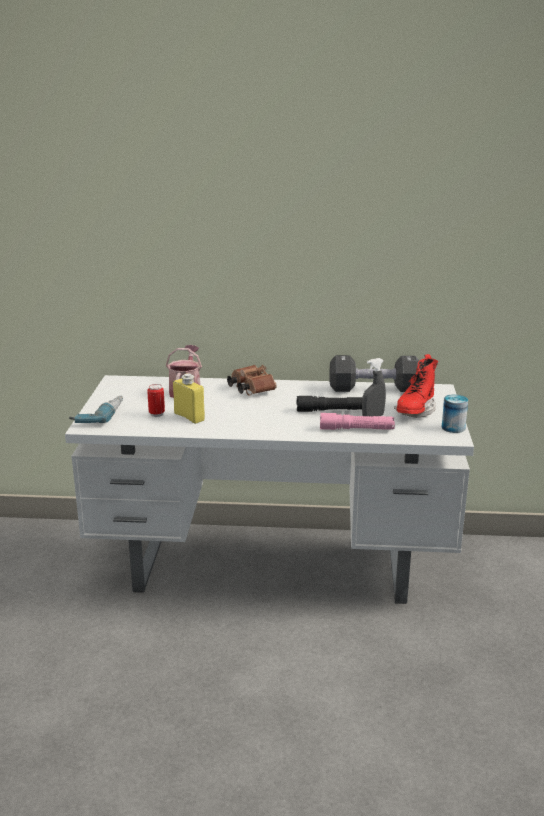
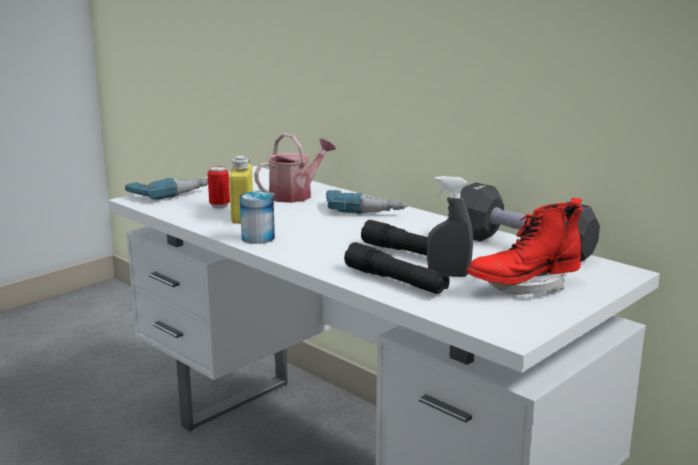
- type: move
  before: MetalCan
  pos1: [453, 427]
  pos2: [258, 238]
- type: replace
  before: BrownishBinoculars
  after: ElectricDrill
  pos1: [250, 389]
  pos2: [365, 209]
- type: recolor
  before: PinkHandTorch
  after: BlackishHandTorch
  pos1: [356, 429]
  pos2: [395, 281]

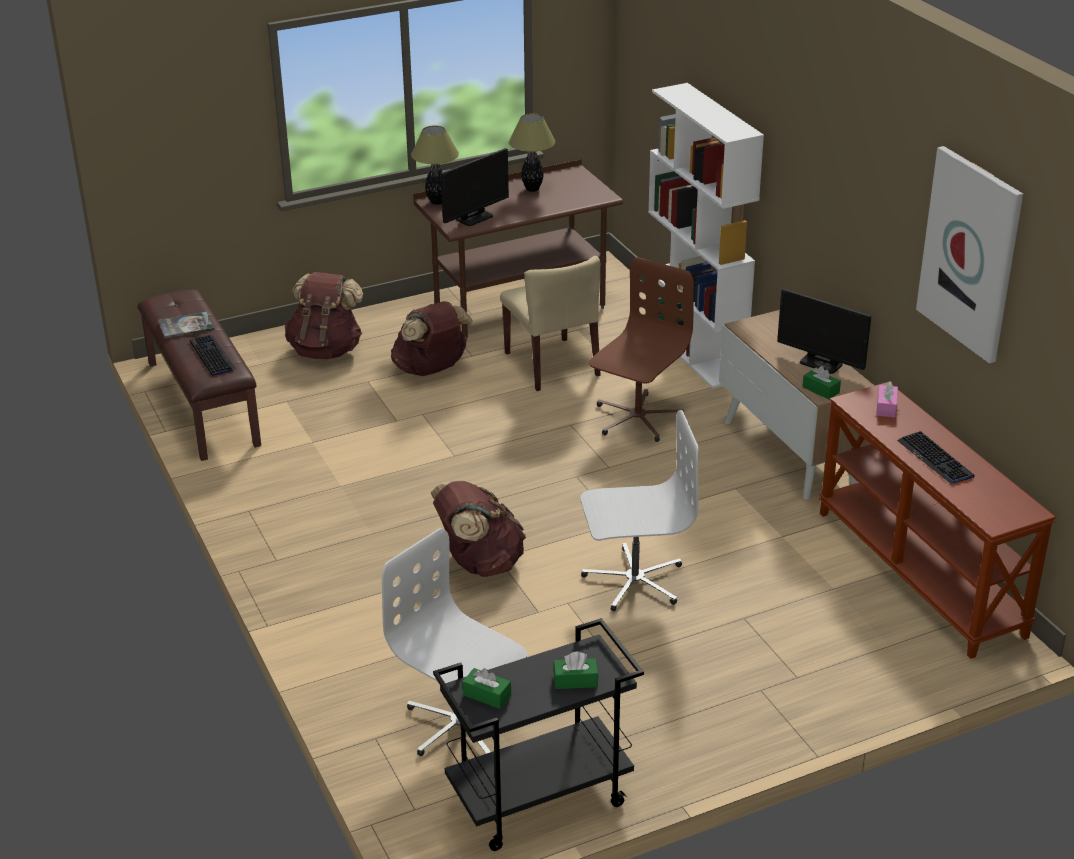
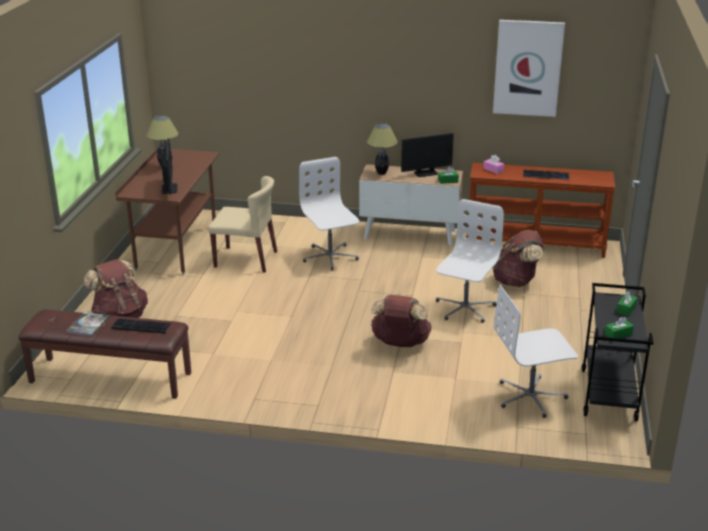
- type: delete
  before: WhiteColouredBookcase
  pos1: [695, 351]
- type: move
  before: BrownishRucksack
  pos1: [431, 370]
  pos2: [516, 281]
- type: move
  before: TableLamp
  pos1: [437, 202]
  pos2: [381, 173]
- type: recolor
  before: BrownishOfficeChair
  after: WhiteColouredOfficeChair
  pos1: [636, 418]
  pos2: [330, 257]

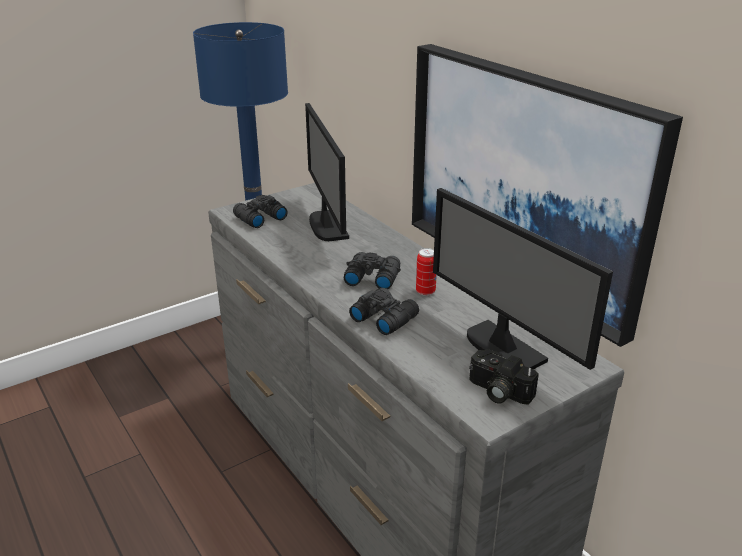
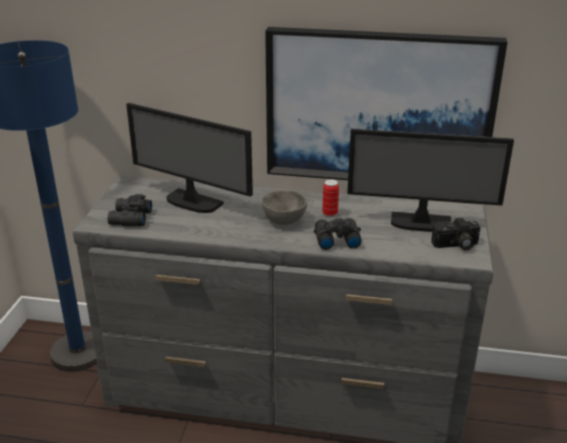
- type: replace
  before: BlackishBinoculars
  after: GreyishBowl
  pos1: [371, 277]
  pos2: [284, 220]

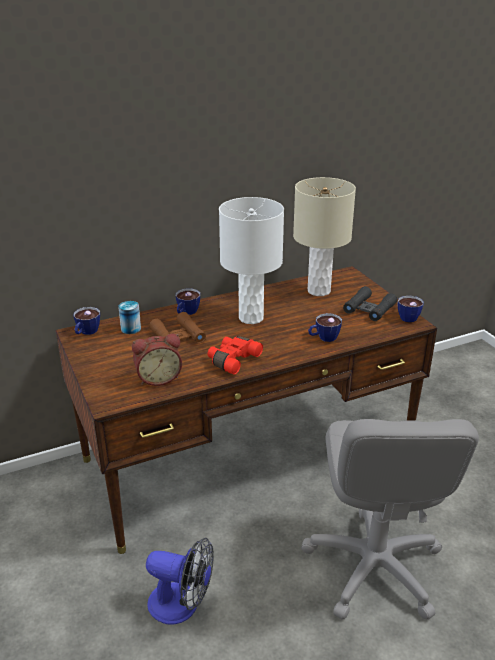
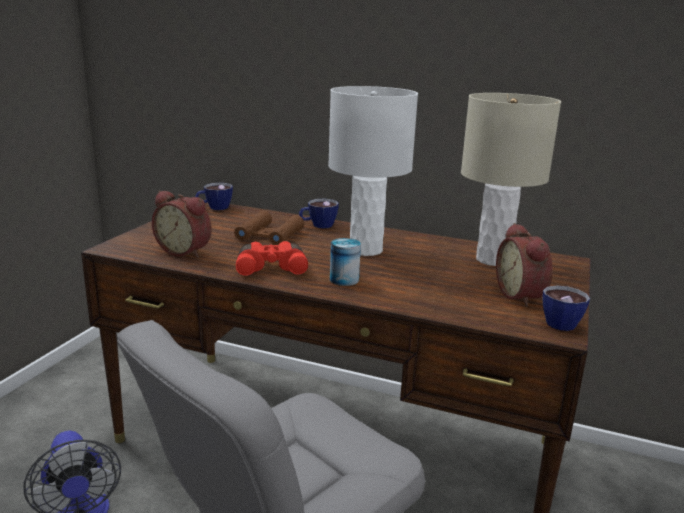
- type: delete
  before: SmallCup
  pos1: [323, 338]
- type: move
  before: MetalCan
  pos1: [131, 328]
  pos2: [344, 279]
- type: replace
  before: BlackishBinoculars
  after: AlarmClock
  pos1: [369, 309]
  pos2: [522, 295]

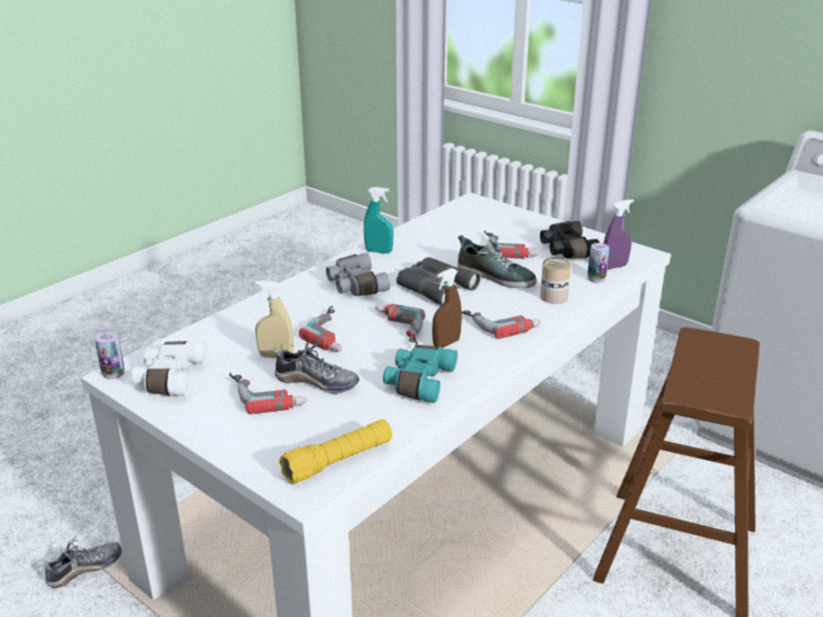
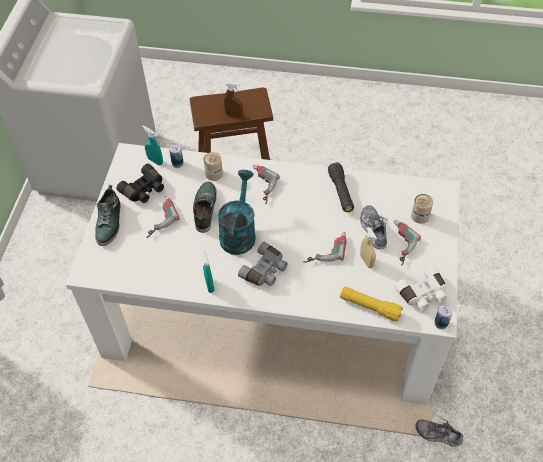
- type: delete
  before: ElectricDrill
  pos1: [396, 330]
- type: insert
  after: Shoe
  pos2: [109, 222]
- type: insert
  after: MetalCan
  pos2: [420, 216]
- type: move
  before: YellowishHandTorch
  pos1: [338, 461]
  pos2: [370, 307]
- type: move
  before: BrownishSprayBottle
  pos1: [446, 343]
  pos2: [234, 115]
- type: replace
  before: BlueGreenBinoculars
  after: BlackishHandTorch
  pos1: [418, 382]
  pos2: [341, 192]
- type: replace
  before: GreyishBinoculars
  after: BlueGreenWateringPot
  pos1: [433, 286]
  pos2: [238, 232]
- type: recolor
  before: PurpleColouredSprayBottle
  after: BlueGreenSprayBottle
  pos1: [614, 266]
  pos2: [155, 161]

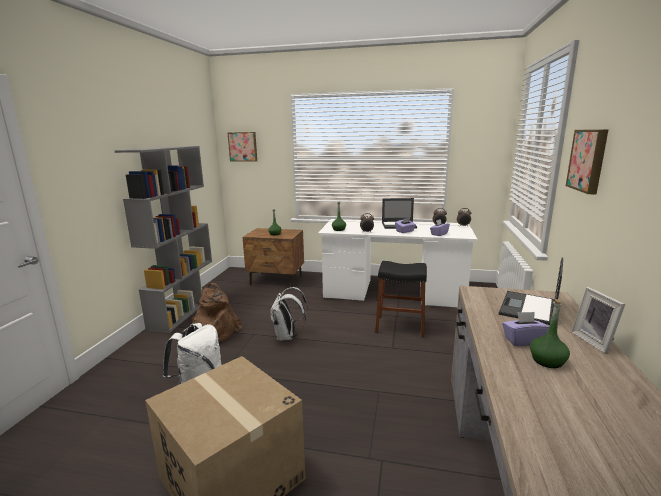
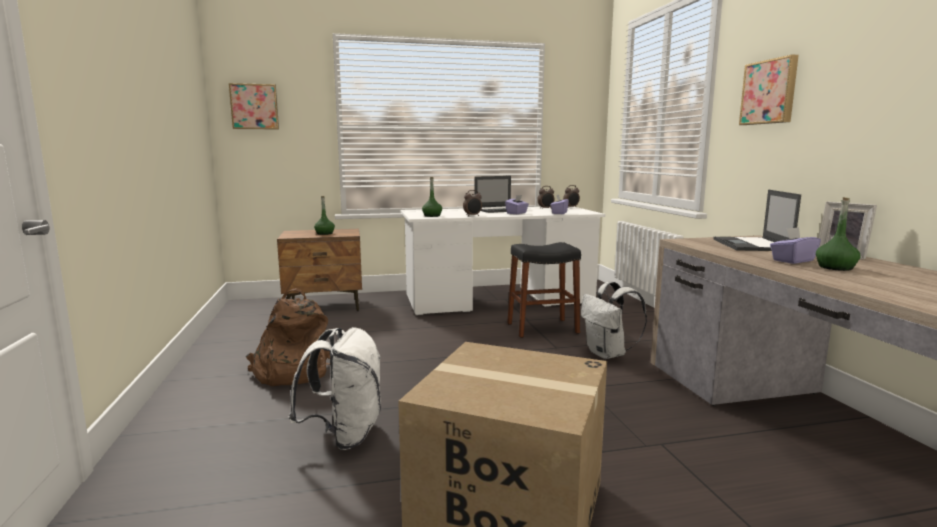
- type: delete
  before: GreyishBookcase
  pos1: [183, 310]
- type: move
  before: WhiteColouredRucksack
  pos1: [287, 336]
  pos2: [608, 354]

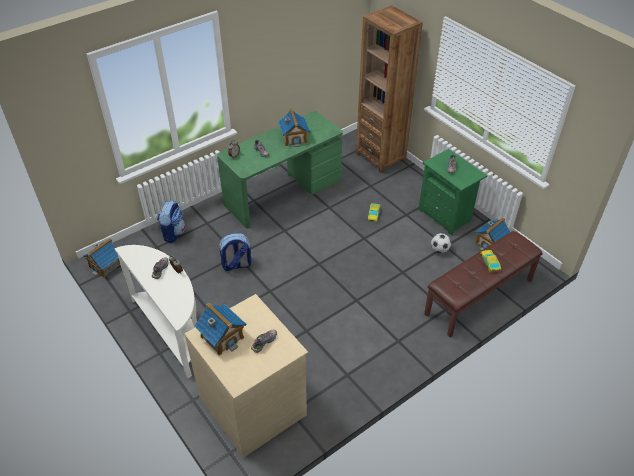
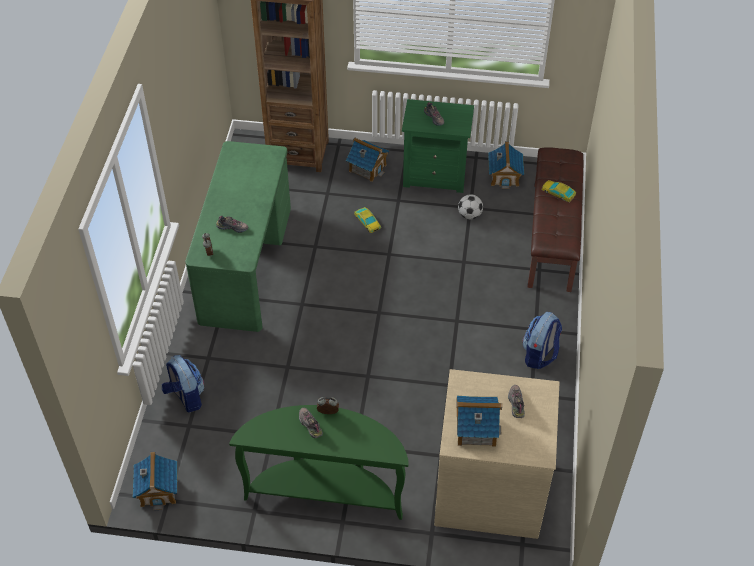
- type: move
  before: Rucksack
  pos1: [236, 265]
  pos2: [539, 355]
- type: move
  before: ModelHouse
  pos1: [294, 137]
  pos2: [367, 168]
- type: recolor
  before: WhiteColouredNarrowTable
  after: GreenishNarrowTable
  pos1: [173, 330]
  pos2: [326, 490]

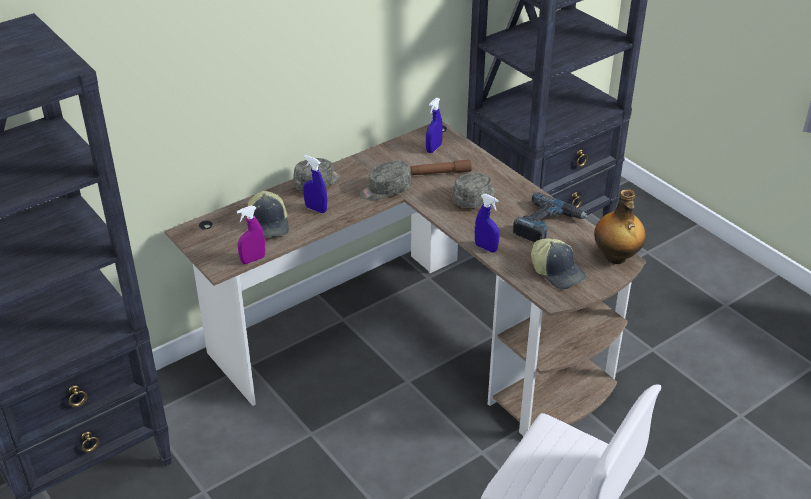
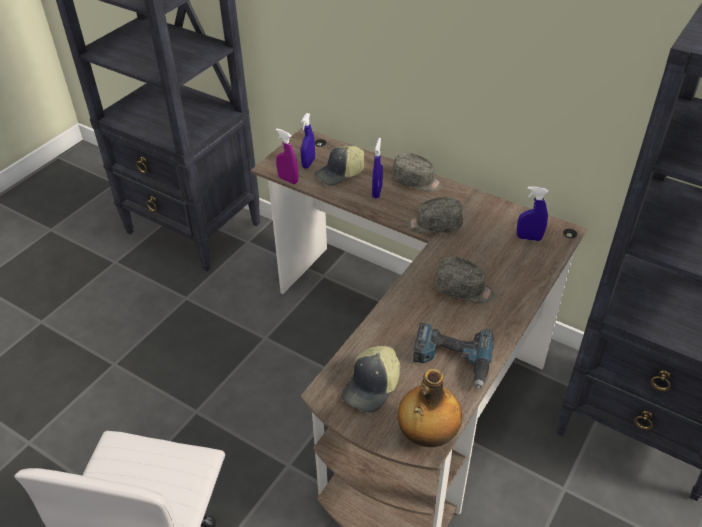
- type: delete
  before: BrownishHandTorch
  pos1: [440, 173]
- type: move
  before: BluishSprayBottle
  pos1: [486, 248]
  pos2: [308, 163]
- type: rotate
  before: GreyishPeakedCap
  pos1: [385, 190]
  pos2: [434, 225]
  turn: -45

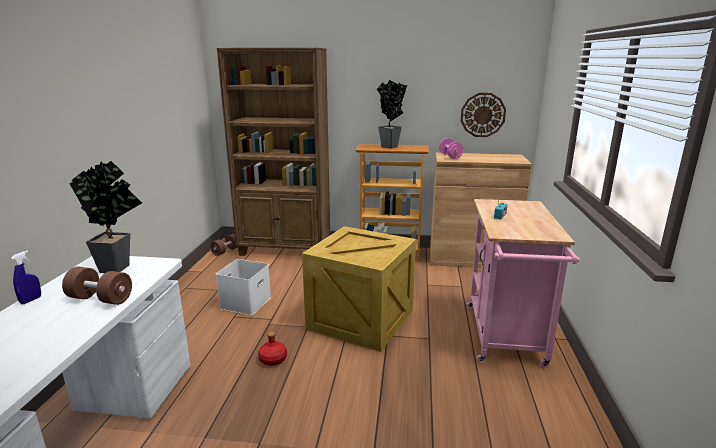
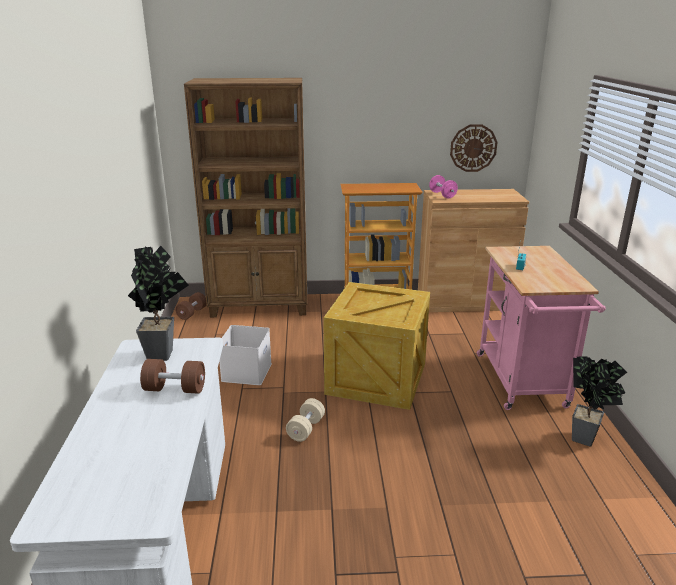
- type: delete
  before: BluishSprayBottle
  pos1: [31, 300]
- type: move
  before: PottedPlant
  pos1: [390, 147]
  pos2: [586, 441]
- type: replace
  before: RedColouredBeverageBottle
  after: BeigeFreeWeight
  pos1: [273, 359]
  pos2: [306, 429]

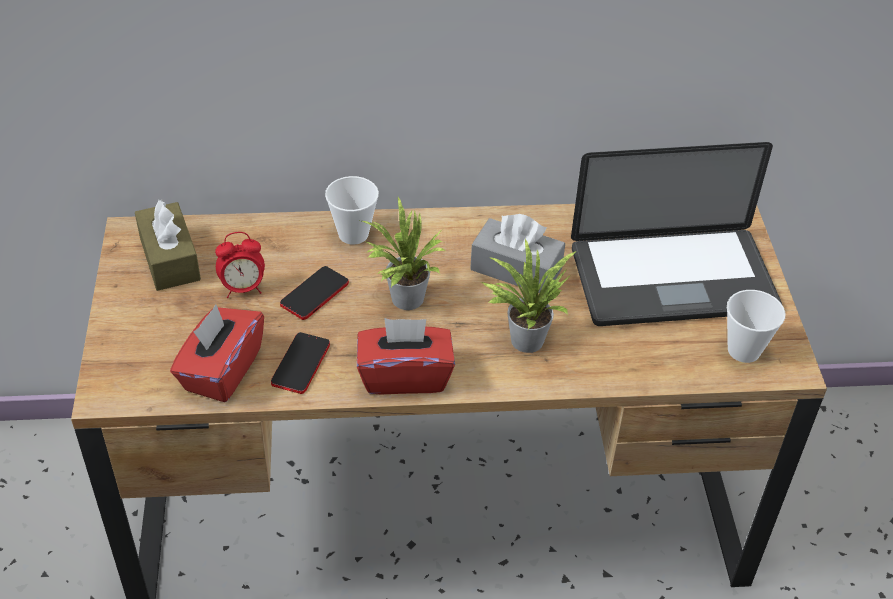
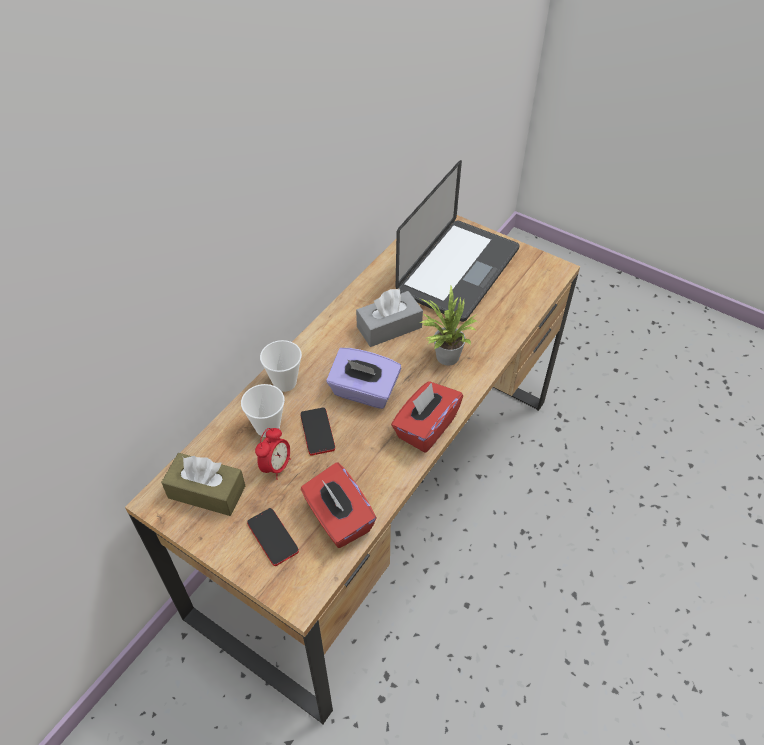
- type: move
  before: Phone
  pos1: [301, 364]
  pos2: [273, 537]
- type: move
  before: SmallCup
  pos1: [743, 350]
  pos2: [267, 427]
- type: replace
  before: PottedPlant
  after: PurpleColouredBoxOfTissues
  pos1: [403, 299]
  pos2: [364, 392]

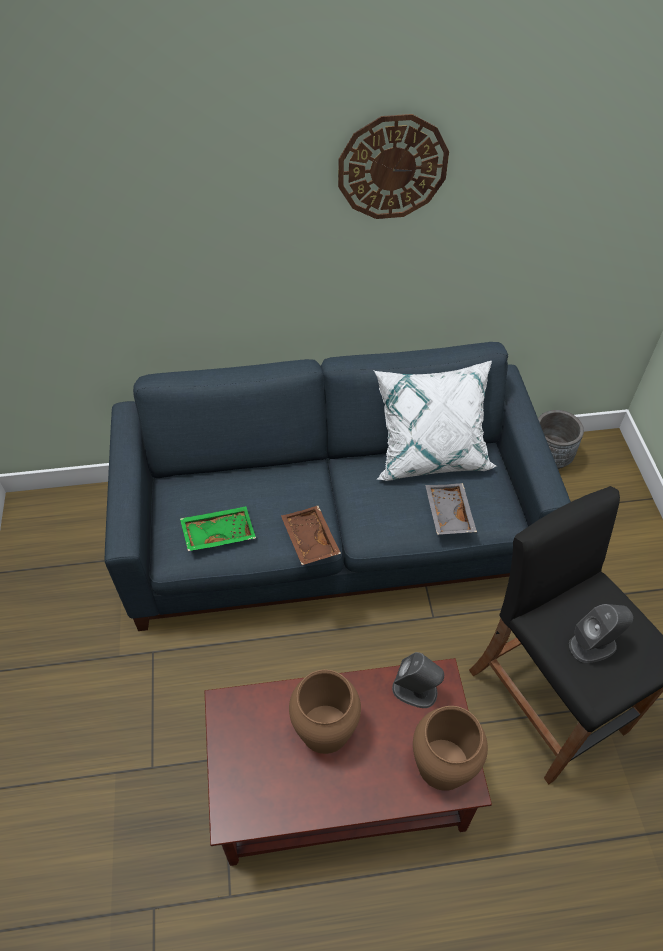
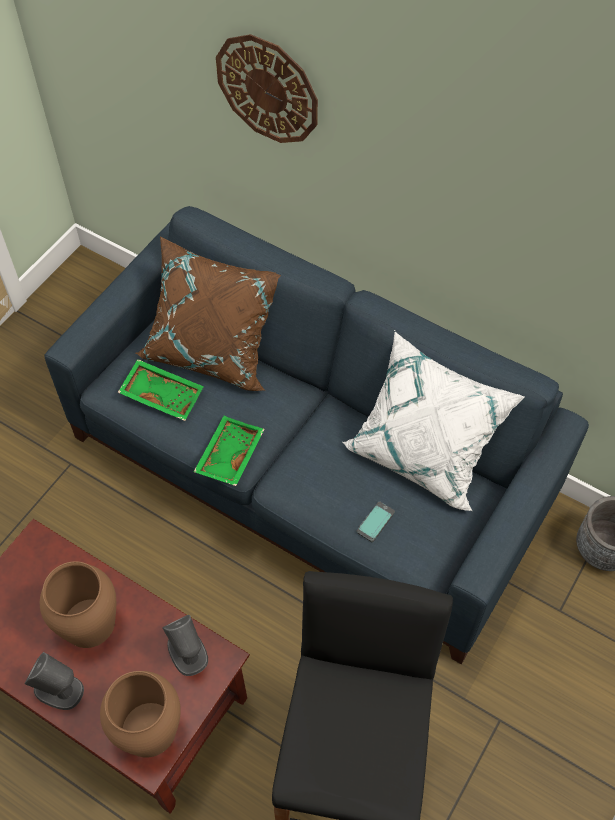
- type: insert
  after: BrownishCushion
  pos2: [214, 349]
- type: move
  before: HangingClock
  pos1: [392, 167]
  pos2: [267, 89]
- type: move
  before: GreyishLoudspeaker
  pos1: [593, 645]
  pos2: [59, 690]
- type: replace
  before: GreyishTray
  after: Phone
  pos1: [447, 514]
  pos2: [375, 522]
- type: recolor
  before: BrownishTray
  after: GreenishTray
  pos1: [309, 540]
  pos2: [228, 455]

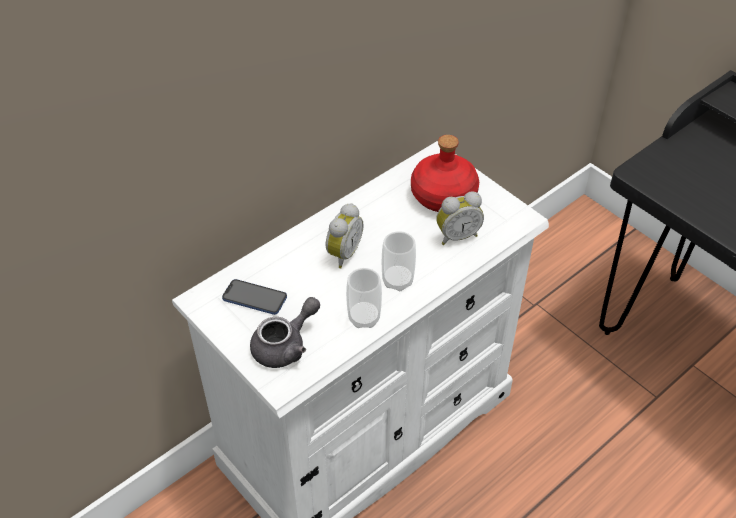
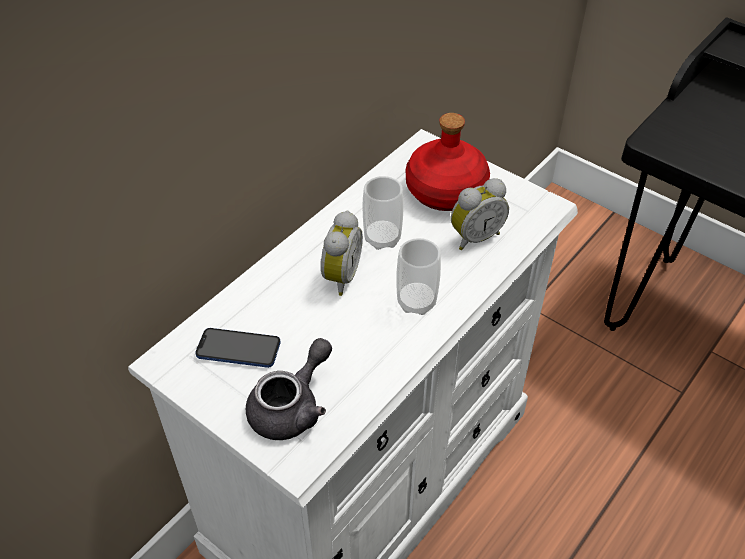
- type: move
  before: SmallCup
  pos1: [364, 318]
  pos2: [382, 238]

